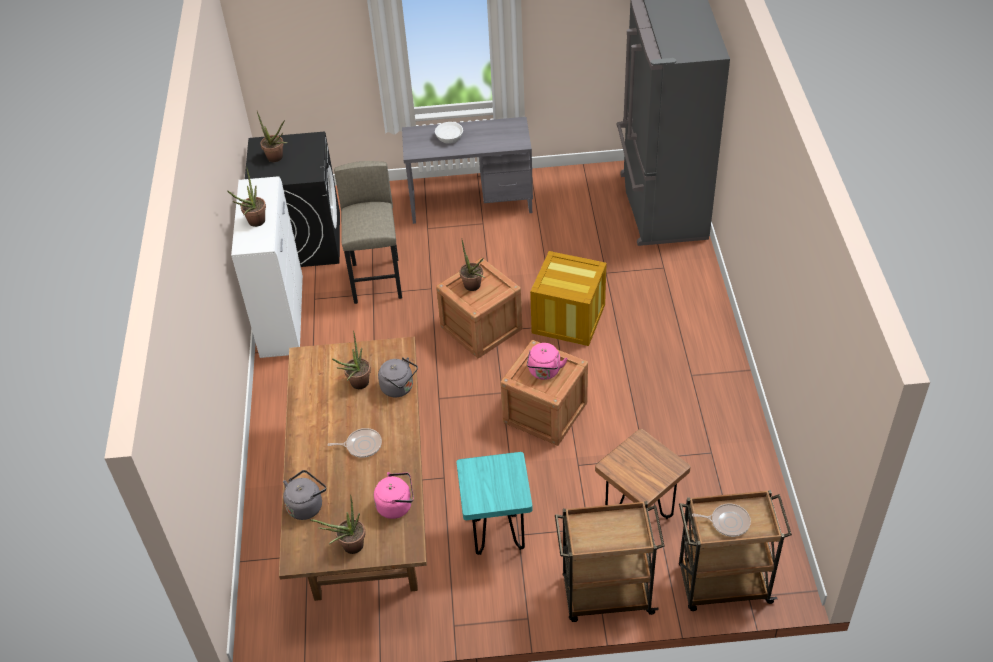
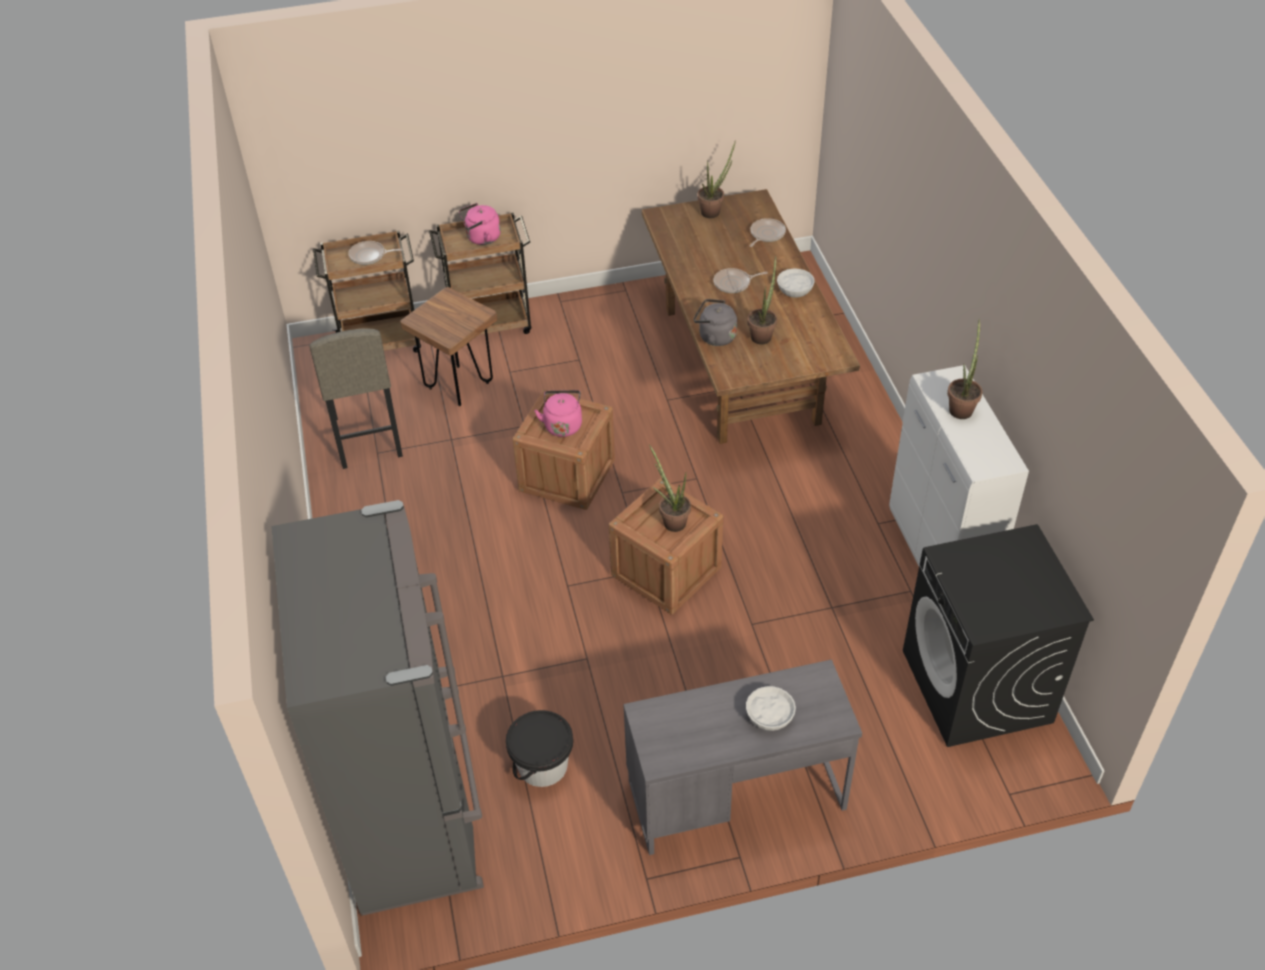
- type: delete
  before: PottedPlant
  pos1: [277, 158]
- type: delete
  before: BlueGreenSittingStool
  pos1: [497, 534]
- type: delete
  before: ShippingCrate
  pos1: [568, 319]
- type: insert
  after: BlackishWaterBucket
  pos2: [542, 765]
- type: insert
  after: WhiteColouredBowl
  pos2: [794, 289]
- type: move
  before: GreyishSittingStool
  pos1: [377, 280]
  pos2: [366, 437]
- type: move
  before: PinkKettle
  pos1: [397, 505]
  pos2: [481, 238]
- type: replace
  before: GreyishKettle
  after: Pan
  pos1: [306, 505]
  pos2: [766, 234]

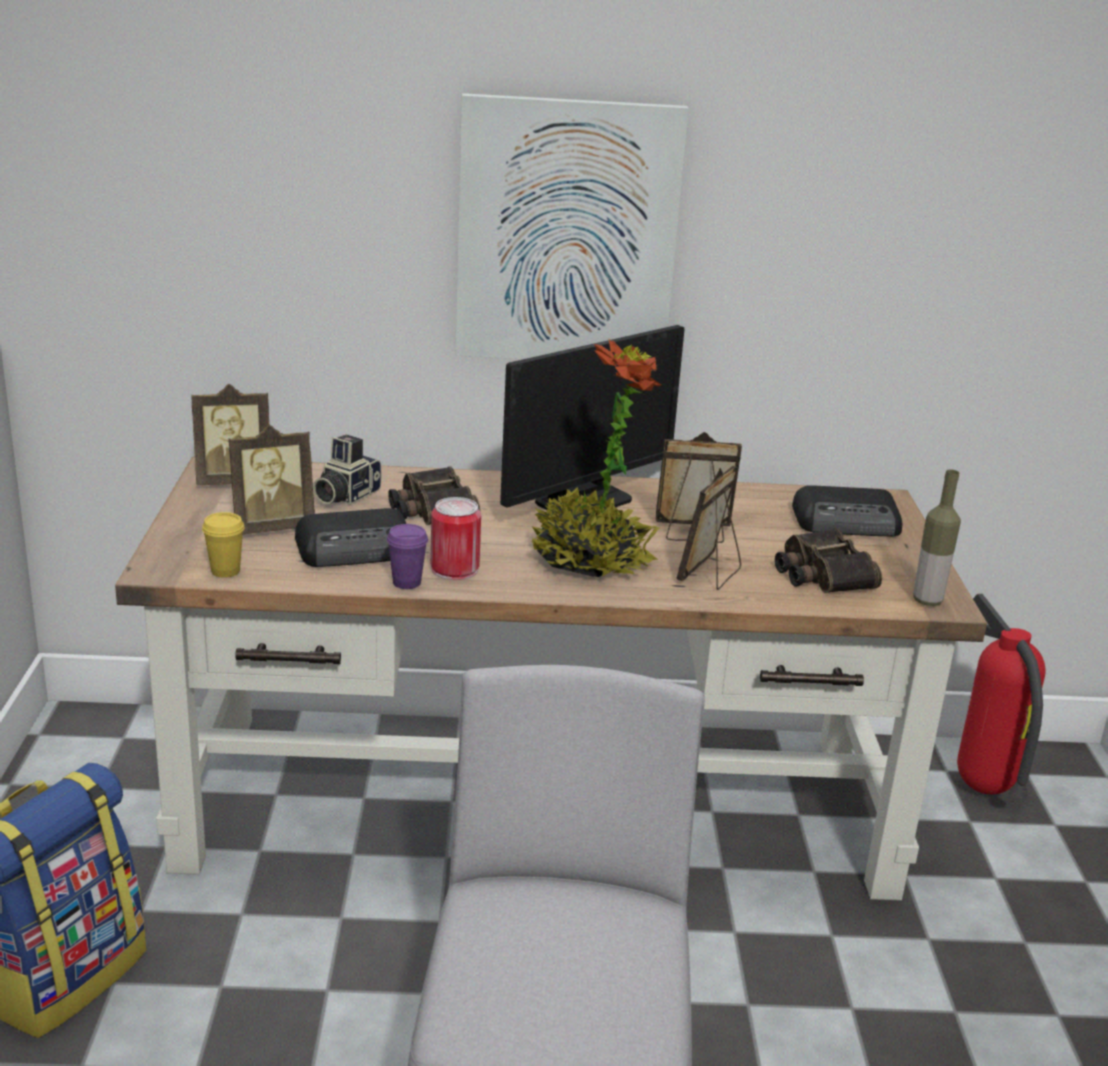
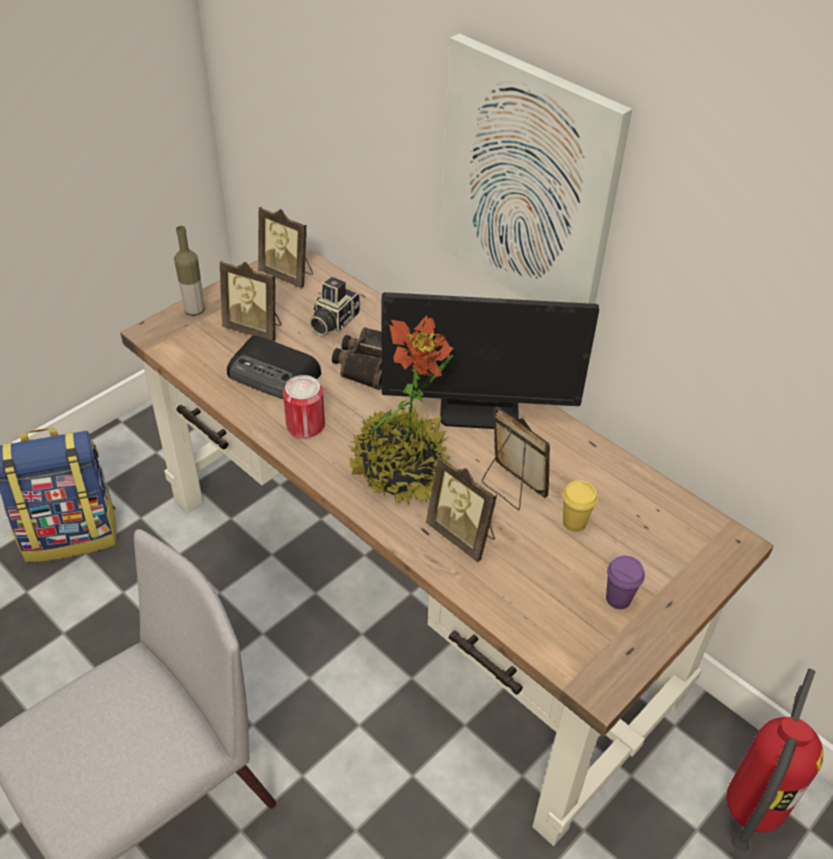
- type: delete
  before: Binoculars
  pos1: [821, 573]
- type: delete
  before: RadioSet
  pos1: [848, 522]
- type: move
  before: YellowishSmallCup
  pos1: [225, 571]
  pos2: [574, 523]
- type: move
  before: PurpleColouredSmallCup
  pos1: [407, 582]
  pos2: [618, 599]
- type: move
  before: BeverageBottle
  pos1: [927, 601]
  pos2: [194, 311]
- type: rotate
  before: StillCamera
  pos1: [345, 496]
  pos2: [332, 321]
  turn: -45
- type: rotate
  before: StandingFrame
  pos1: [710, 574]
  pos2: [463, 535]
  turn: -120

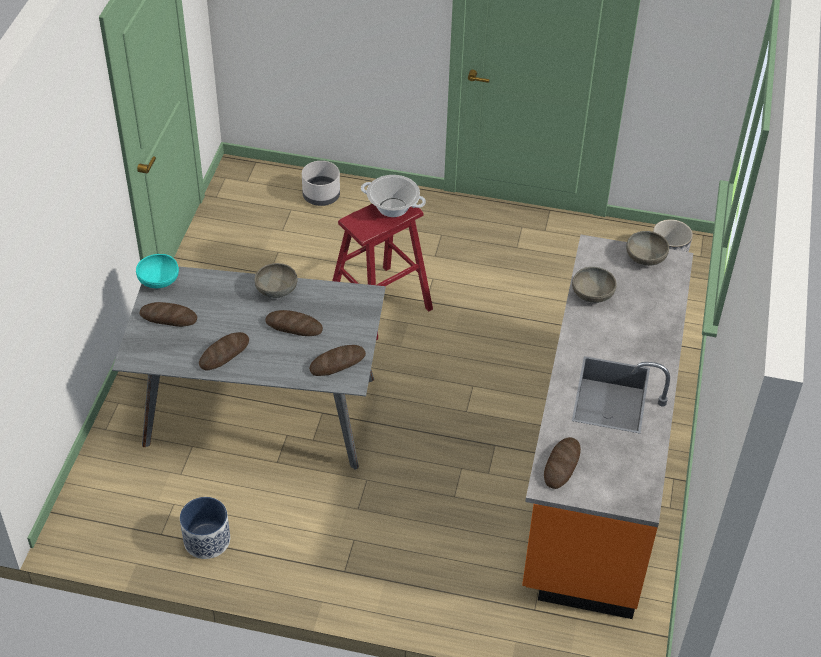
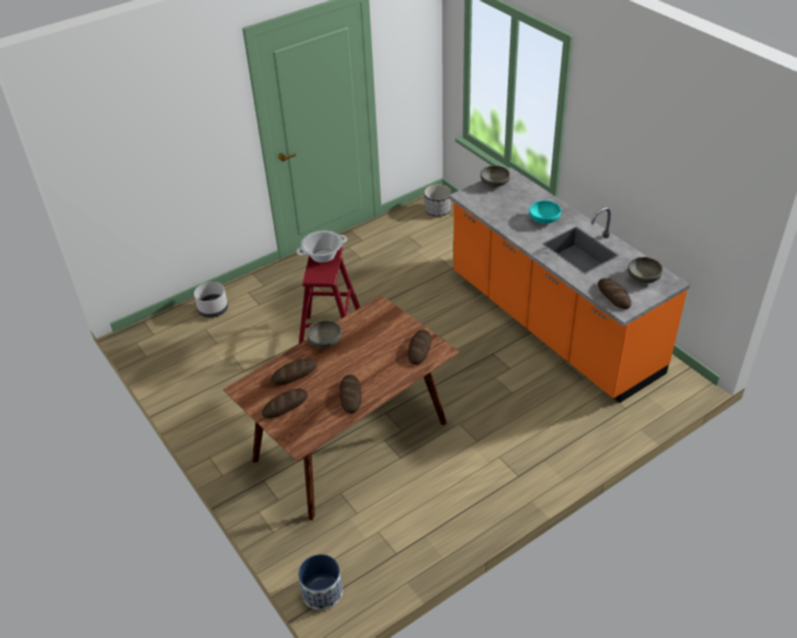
- type: move
  before: BlueGreenBowl
  pos1: [159, 280]
  pos2: [544, 219]
- type: move
  before: PlantPot
  pos1: [206, 540]
  pos2: [322, 592]
- type: move
  before: BakedBread
  pos1: [294, 326]
  pos2: [294, 374]
- type: move
  before: GreyishBowl
  pos1: [592, 294]
  pos2: [643, 278]
- type: recolor
  before: GreyishDiningTable
  after: BrownishDiningTable
  pos1: [259, 412]
  pos2: [351, 442]

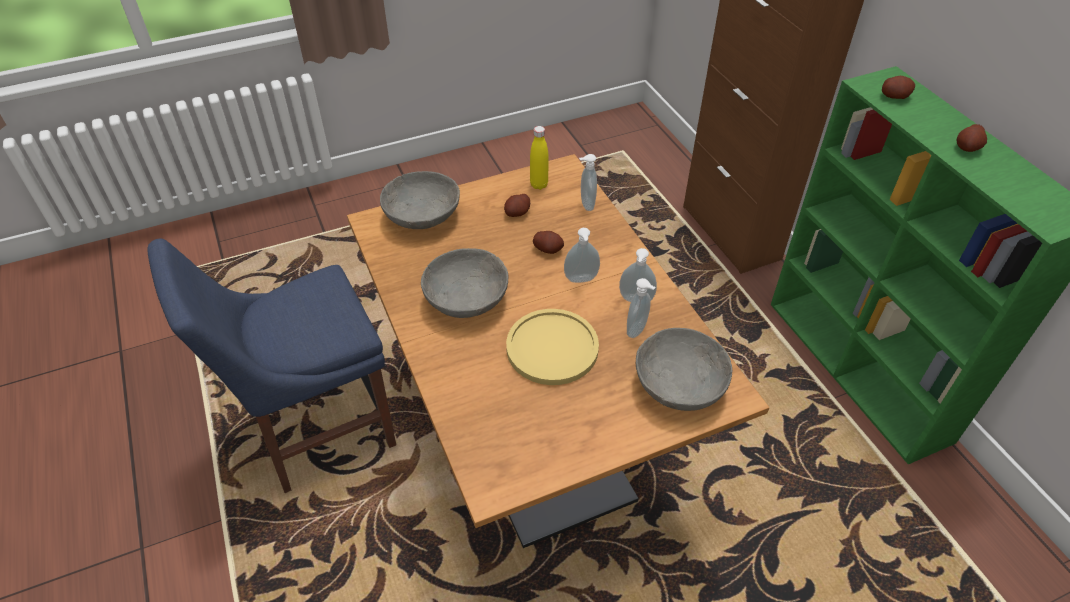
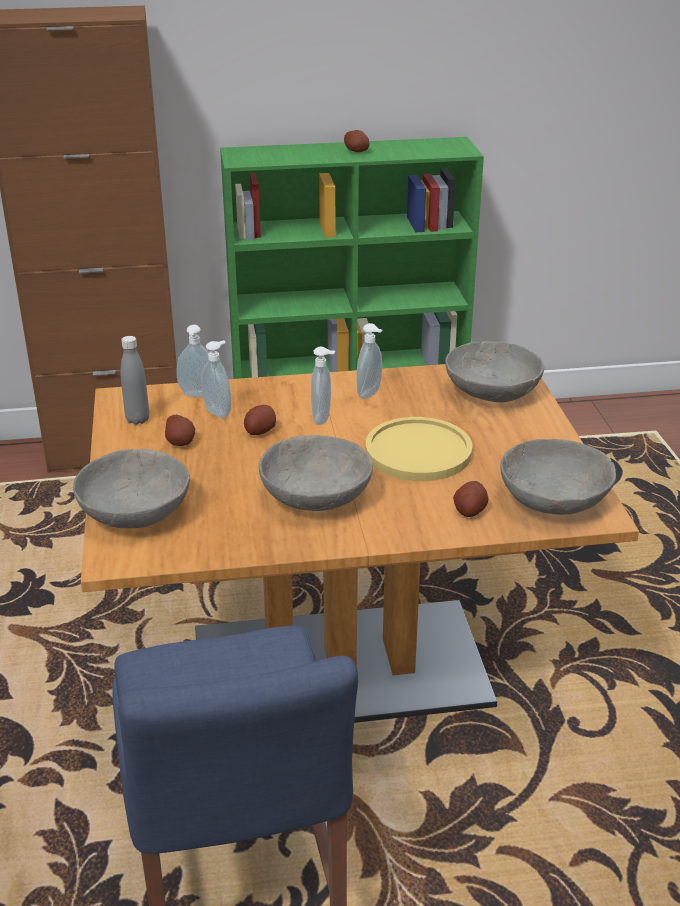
- type: insert
  after: GreyishBowl
  pos2: [553, 500]
- type: move
  before: SoapDispenser
  pos1: [638, 330]
  pos2: [219, 412]
- type: move
  before: Potato
  pos1: [894, 96]
  pos2: [469, 510]
- type: recolor
  before: YellowishBeverageBottle
  after: GreyishBeverageBottle
  pos1: [539, 185]
  pos2: [137, 419]

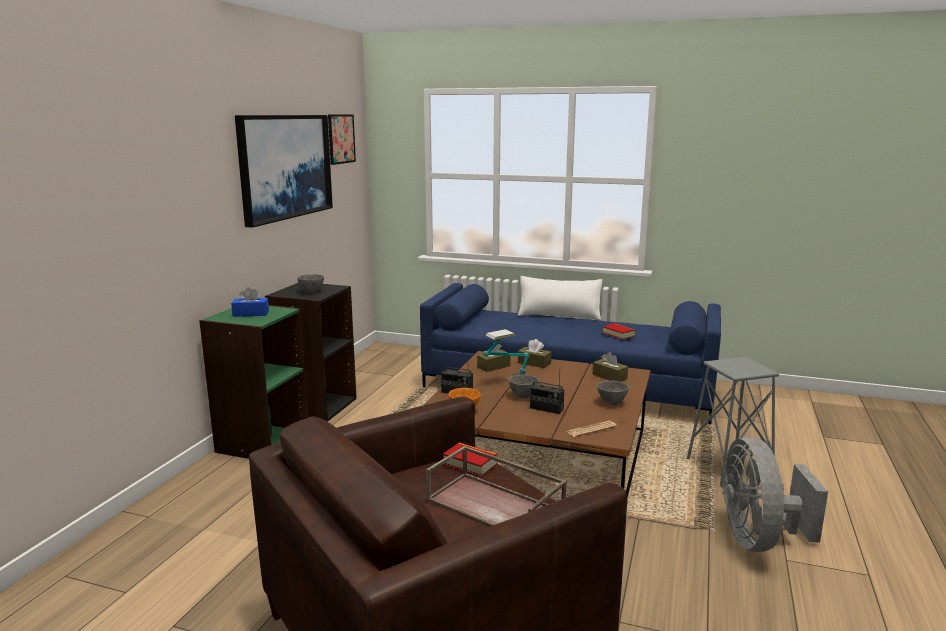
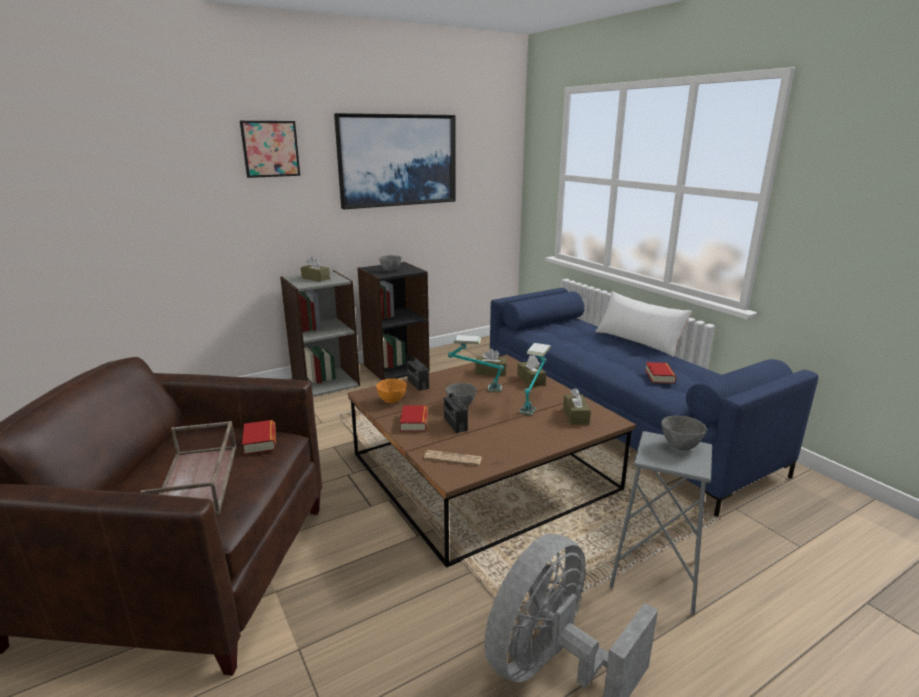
- type: insert
  after: Volume
  pos2: [414, 422]
- type: insert
  after: TableLamp
  pos2: [533, 402]
- type: move
  before: Picture
  pos1: [341, 139]
  pos2: [270, 149]
- type: move
  before: GreyishBowl
  pos1: [612, 403]
  pos2: [680, 447]
- type: recolor
  before: GreenishBookcase
  after: GreyishBookcase
  pos1: [262, 442]
  pos2: [325, 382]
- type: recolor
  before: BluishBoxOfTissues
  after: BrownishBoxOfTissues
  pos1: [251, 313]
  pos2: [315, 278]

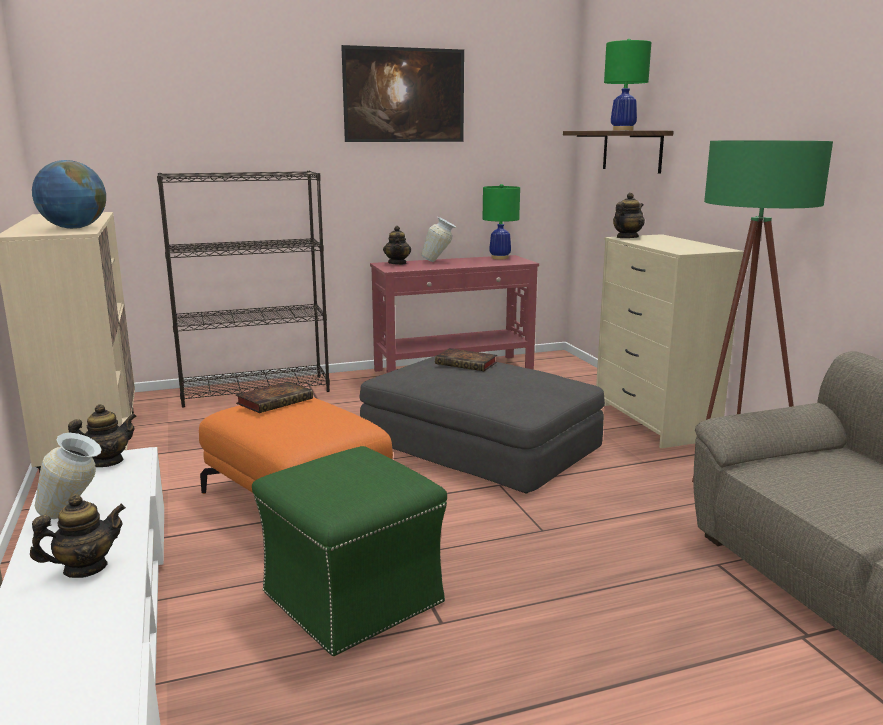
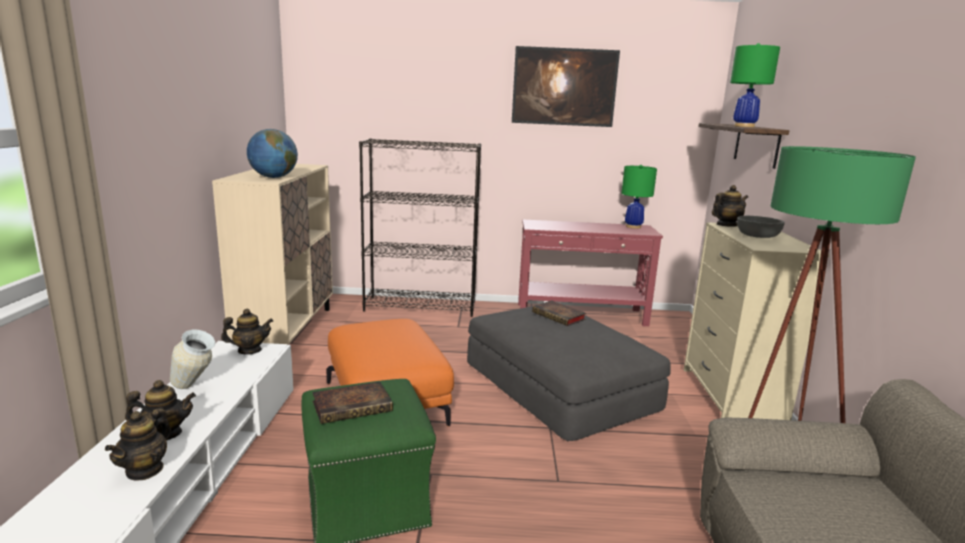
- type: delete
  before: FlowerVase
  pos1: [439, 261]
- type: insert
  after: GreyishBowl
  pos2: [757, 236]
- type: move
  before: Volume
  pos1: [276, 401]
  pos2: [354, 406]
- type: move
  before: TeaPot
  pos1: [397, 263]
  pos2: [145, 470]

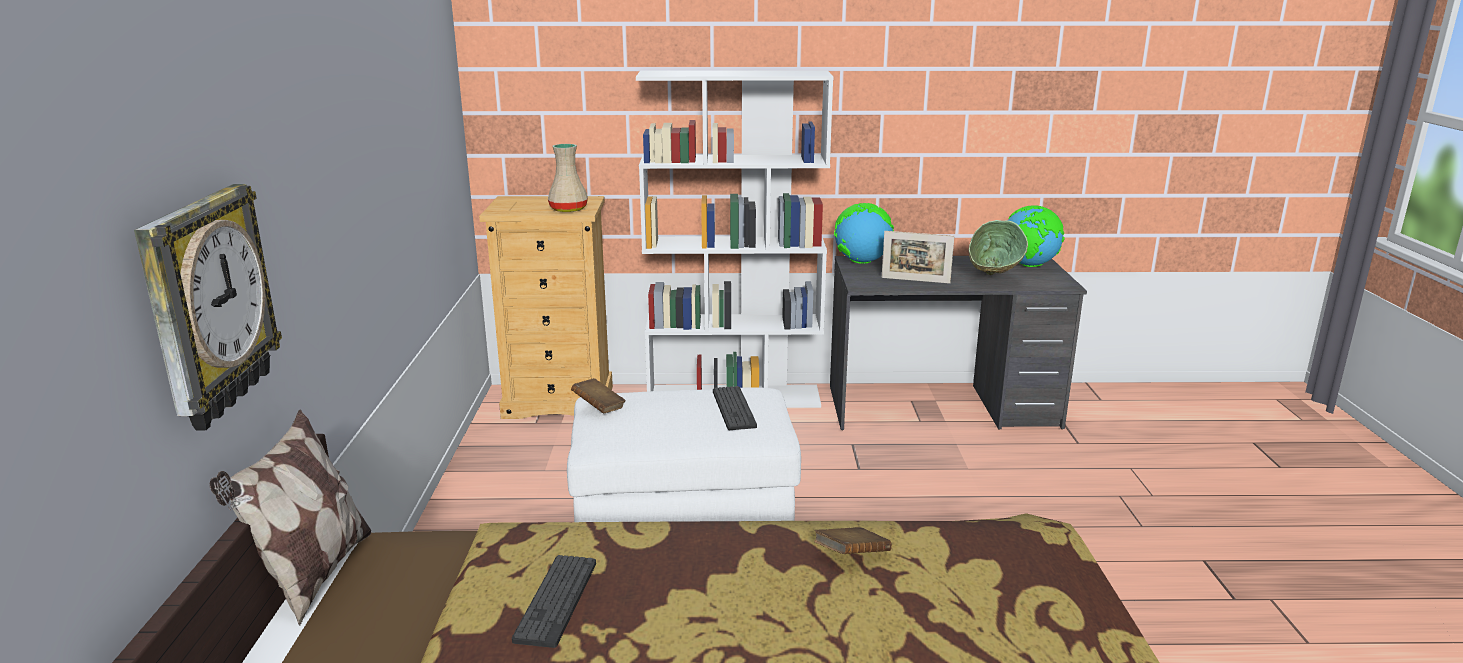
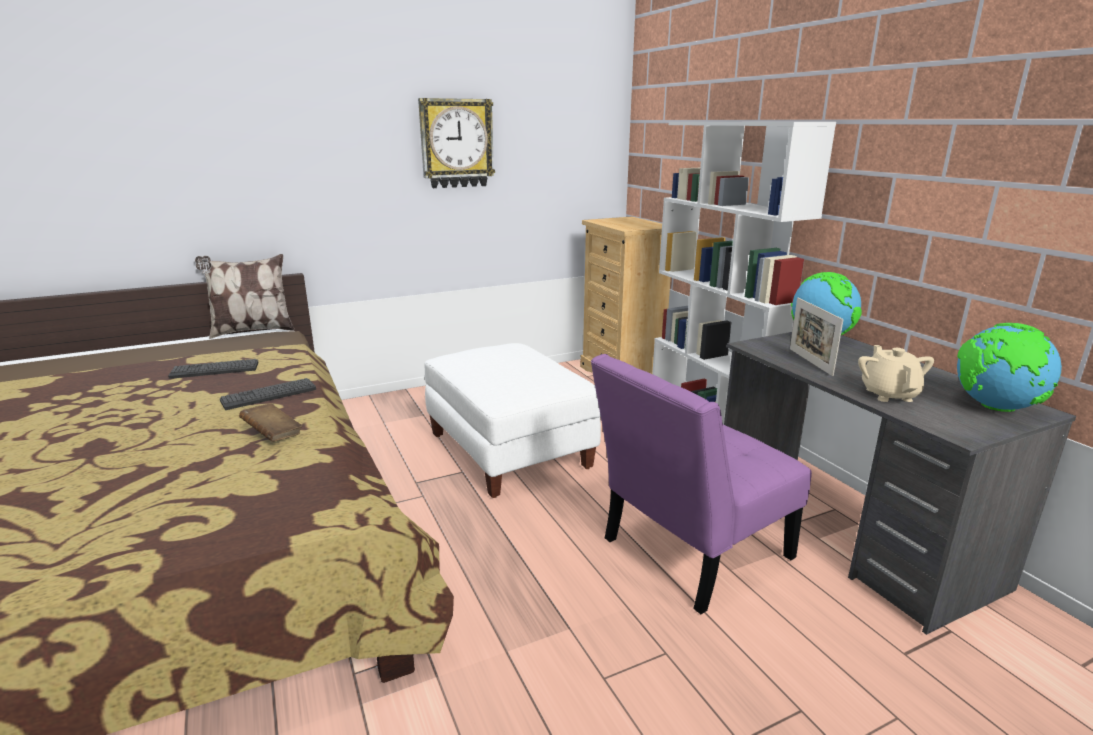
- type: delete
  before: BeigeFlowerVase
  pos1: [569, 209]
- type: delete
  before: BrownishVolume
  pos1: [599, 407]
- type: insert
  after: PurpleColouredPlainChair
  pos2: [689, 552]
- type: move
  before: HangingClock
  pos1: [207, 305]
  pos2: [456, 143]
- type: move
  before: ComputerKeyboard
  pos1: [734, 409]
  pos2: [269, 395]
- type: replace
  before: GreenishBowl
  after: BeigeTeaPot
  pos1: [993, 280]
  pos2: [888, 394]

